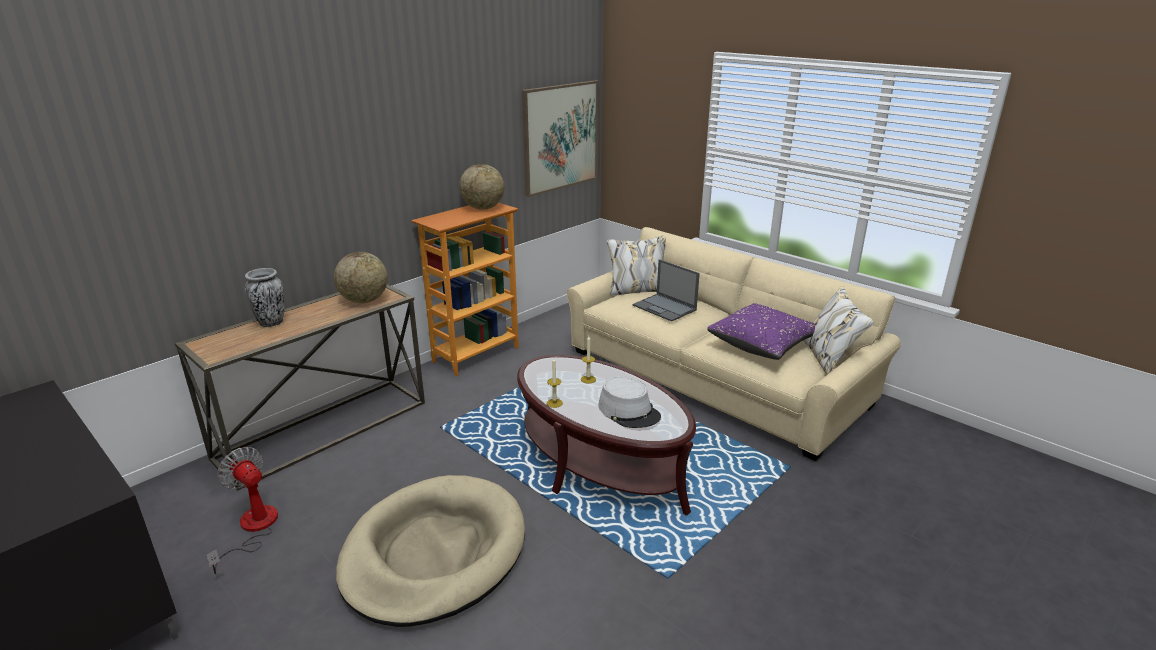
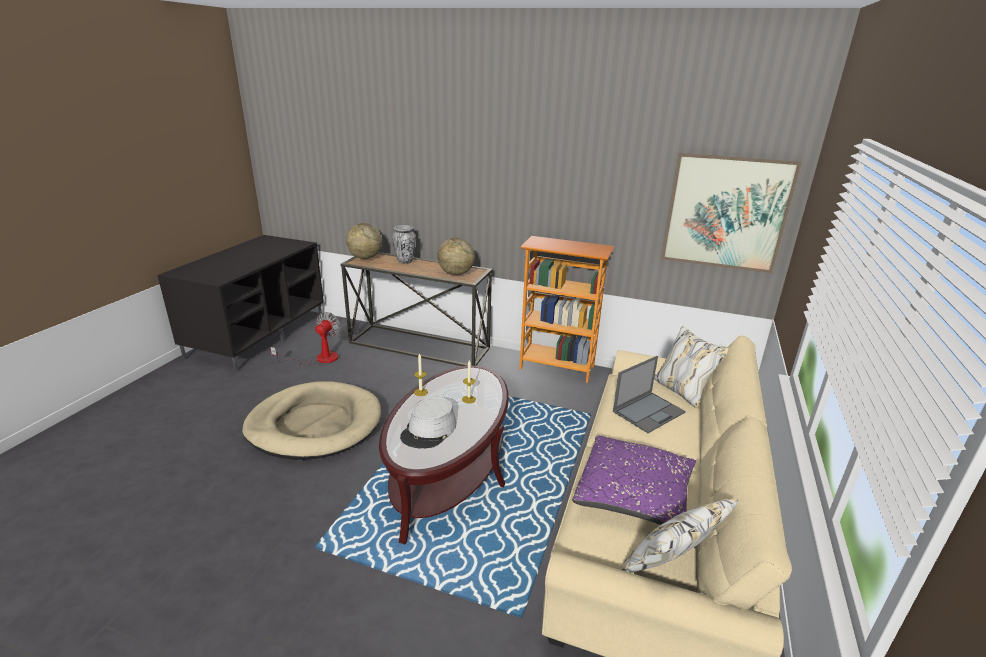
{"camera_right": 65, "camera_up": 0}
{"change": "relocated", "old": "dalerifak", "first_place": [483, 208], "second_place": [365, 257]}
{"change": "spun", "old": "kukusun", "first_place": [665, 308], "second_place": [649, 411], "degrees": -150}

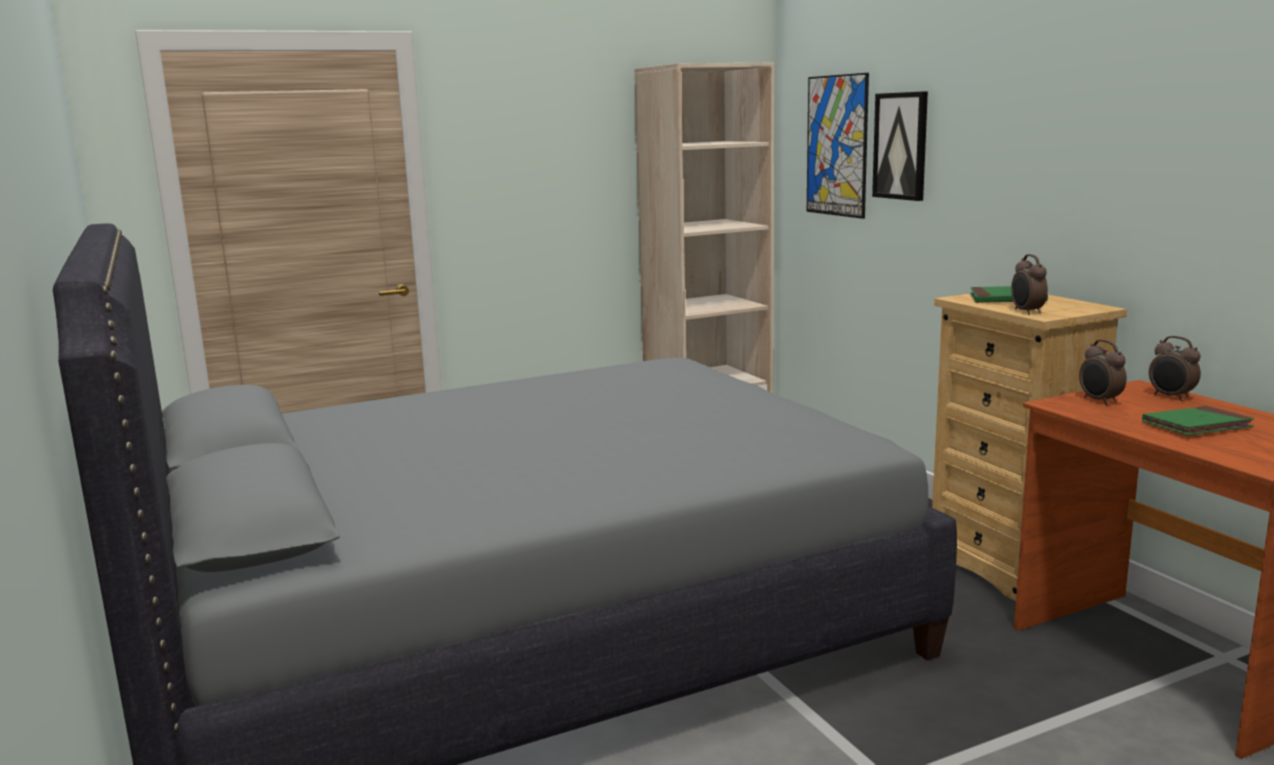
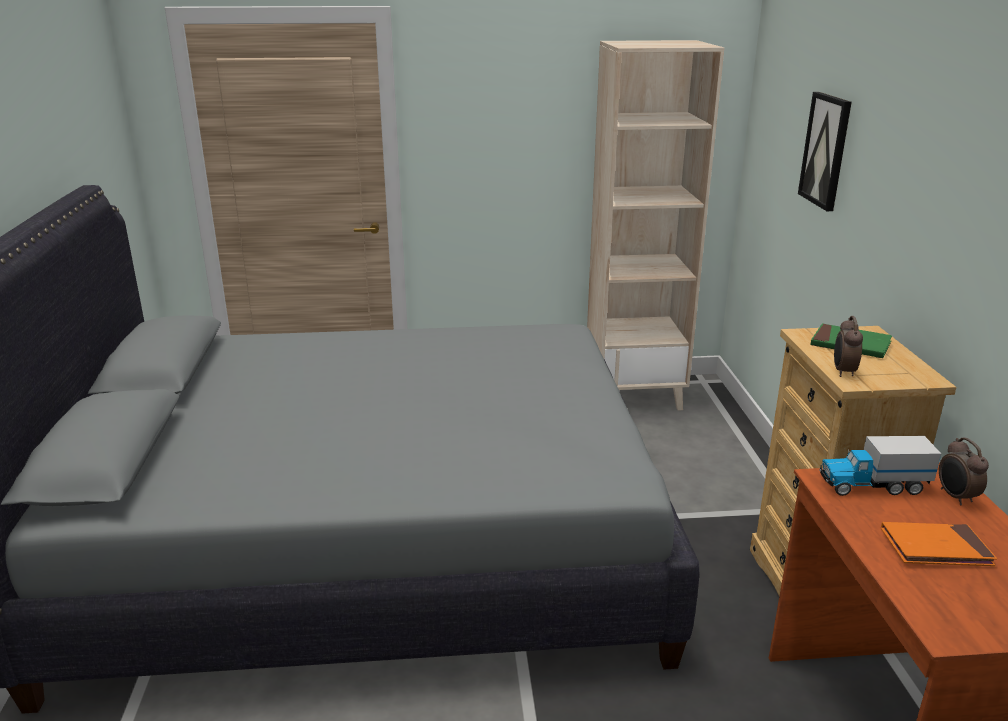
{"camera_right": 20, "camera_up": 10}
{"change": "missing", "old": "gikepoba", "first_place": [837, 146]}
{"change": "exchanged", "old": "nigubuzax", "new": "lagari", "first_place": [1099, 401], "second_place": [872, 485]}
{"change": "colour", "old": "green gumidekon", "new": "orange gumidekon", "first_place": [1196, 426], "second_place": [935, 548]}

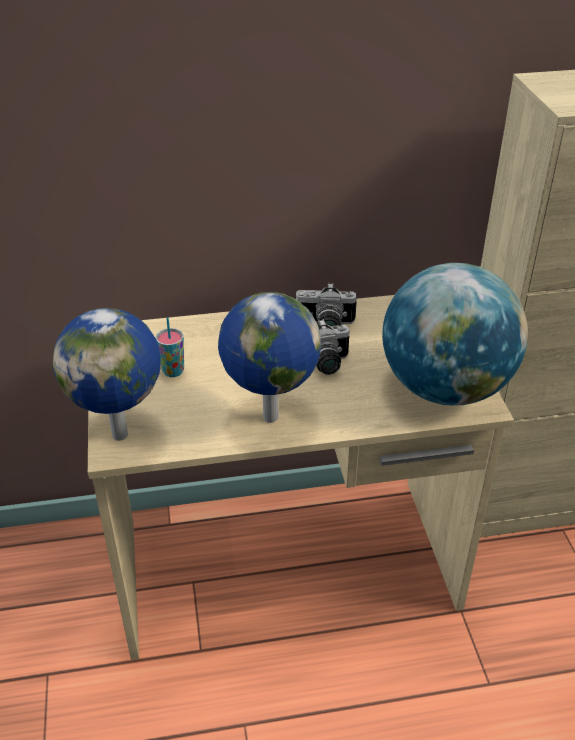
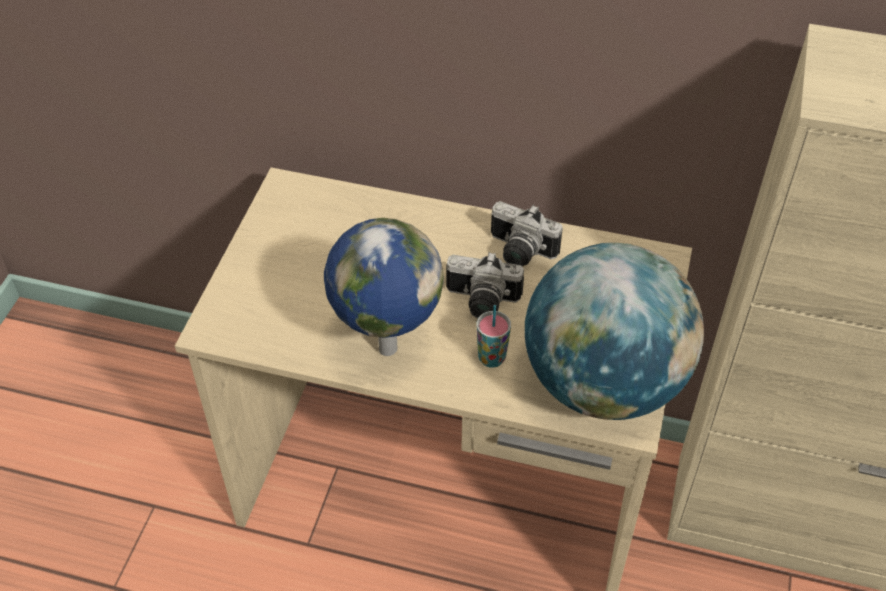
{"camera_right": 25, "camera_up": 10}
{"change": "missing", "old": "dalerifak", "first_place": [122, 434]}
{"change": "relocated", "old": "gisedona", "first_place": [173, 371], "second_place": [491, 358]}

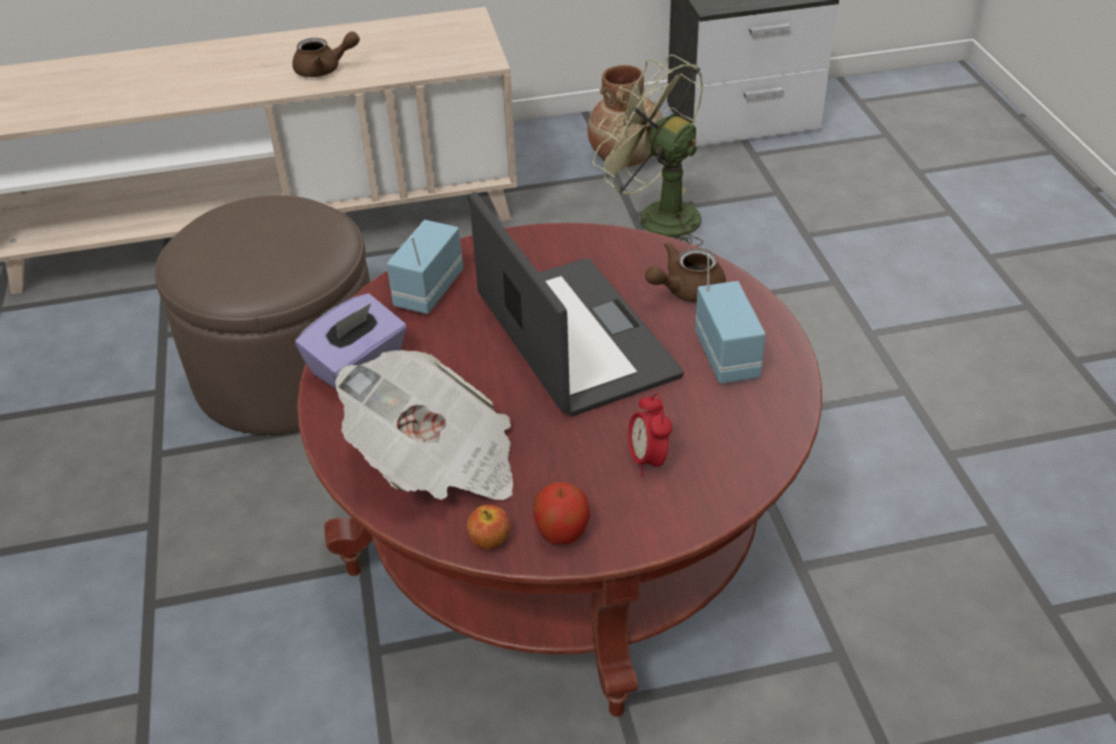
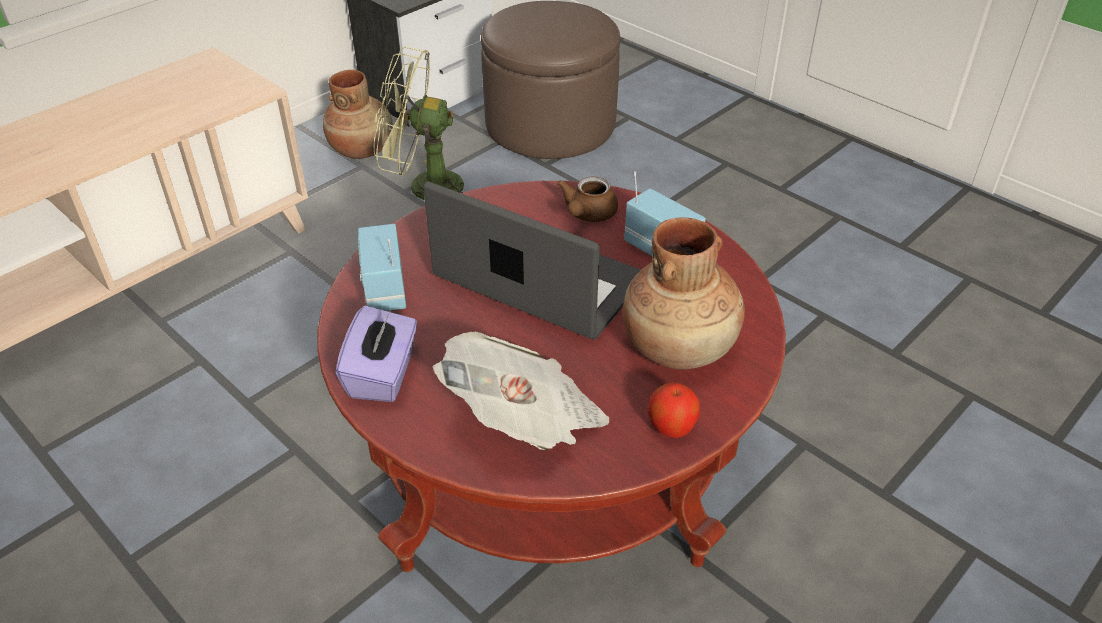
{"camera_right": -35, "camera_up": 0}
{"change": "missing", "old": "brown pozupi", "first_place": [324, 69]}
{"change": "relocated", "old": "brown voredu", "first_place": [288, 370], "second_place": [550, 124]}
{"change": "exchanged", "old": "nigubuzax", "new": "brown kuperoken", "first_place": [648, 460], "second_place": [679, 347]}
{"change": "missing", "old": "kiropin", "first_place": [489, 540]}

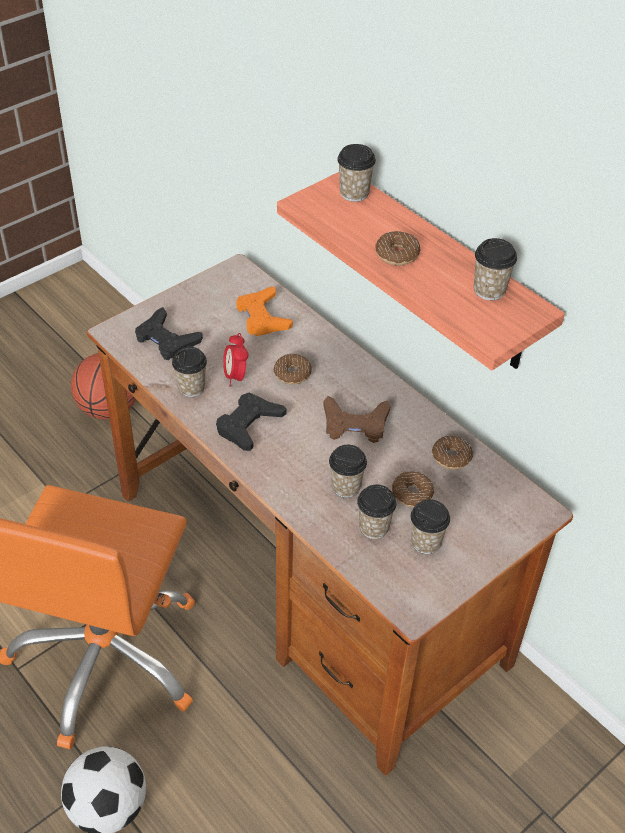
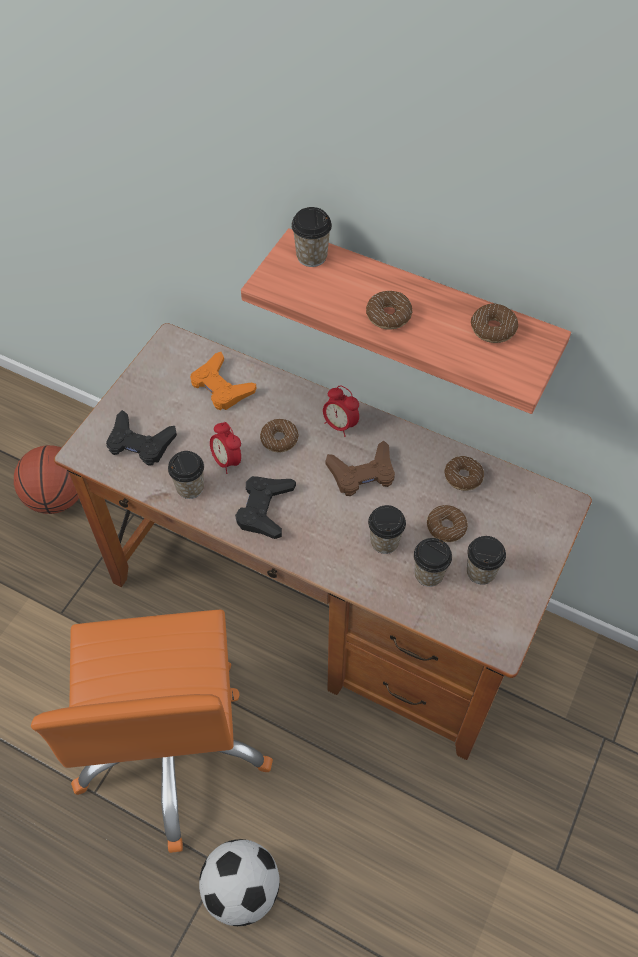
{"camera_right": -20, "camera_up": 10}
{"change": "exchanged", "old": "gisedona", "new": "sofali", "first_place": [489, 290], "second_place": [493, 329]}
{"change": "appeared", "new": "nigubuzax", "second_place": [340, 425]}

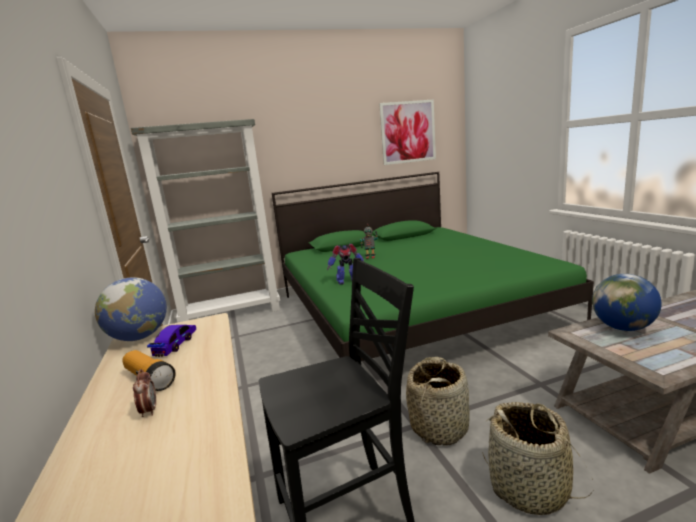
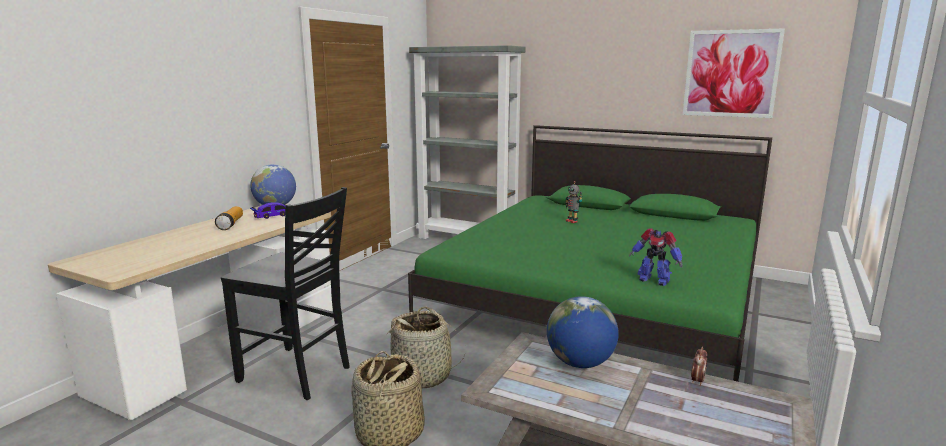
{"camera_right": 45, "camera_up": 0}
{"change": "relocated", "old": "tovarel", "first_place": [347, 281], "second_place": [653, 280]}
{"change": "relocated", "old": "nigubuzax", "first_place": [149, 411], "second_place": [697, 381]}

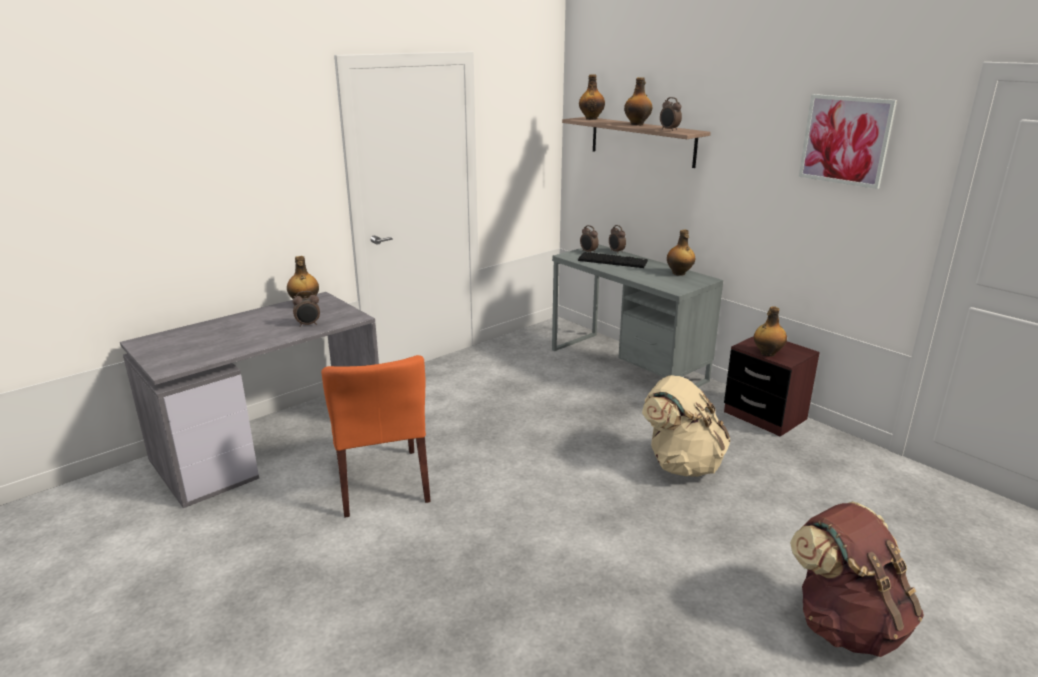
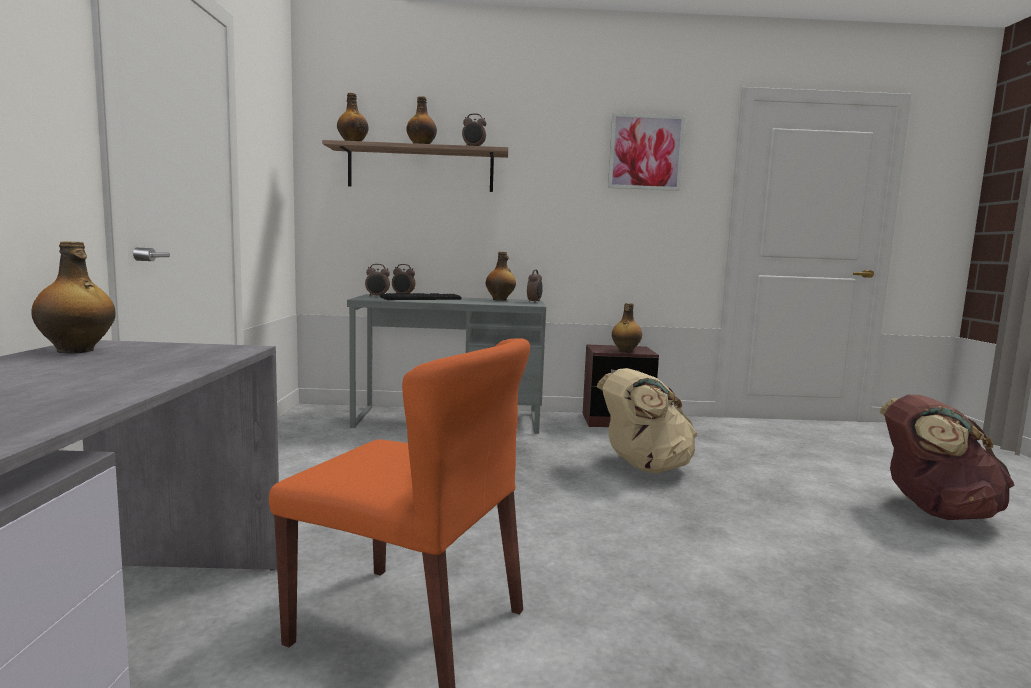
{"camera_right": -50, "camera_up": -15}
{"change": "relocated", "old": "nigubuzax", "first_place": [308, 325], "second_place": [534, 302]}

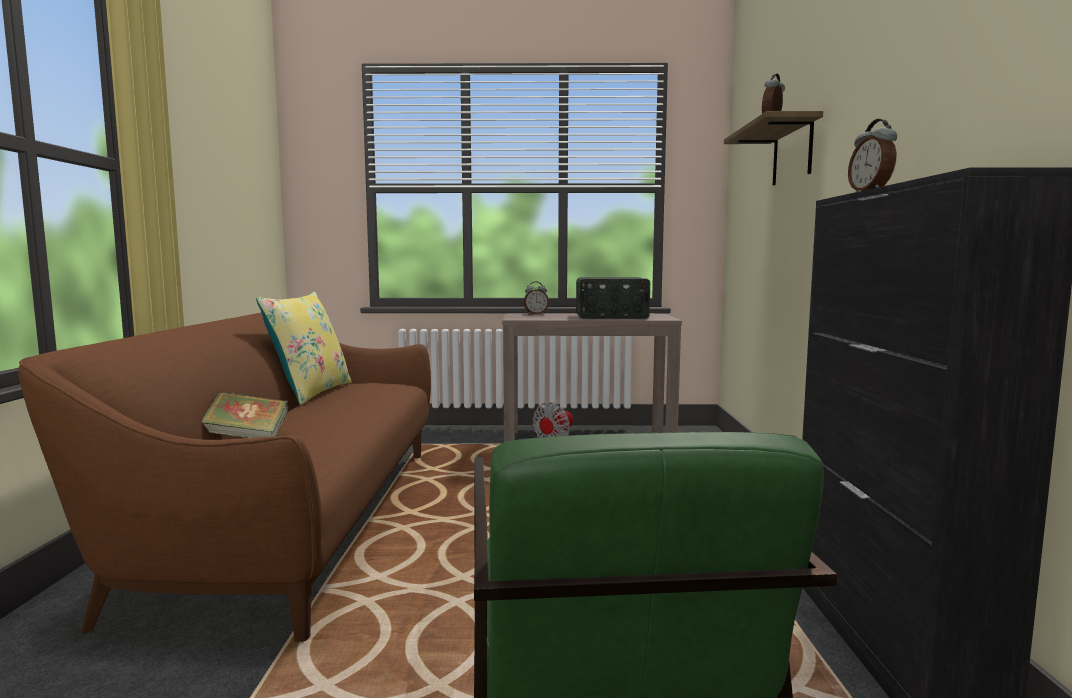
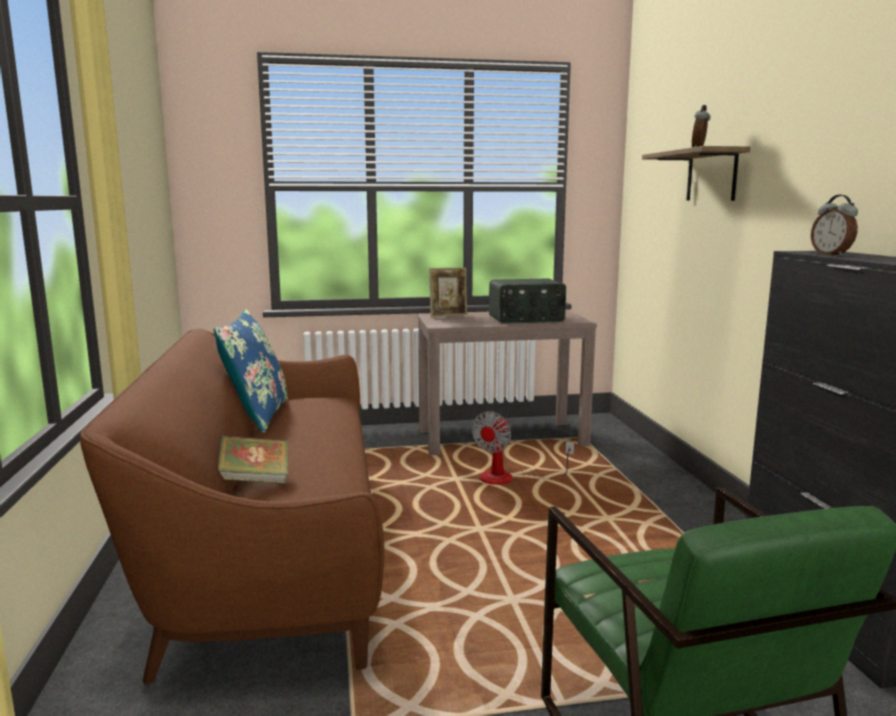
{"camera_right": -10, "camera_up": 5}
{"change": "exchanged", "old": "nigubuzax", "new": "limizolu", "first_place": [535, 314], "second_place": [448, 316]}
{"change": "colour", "old": "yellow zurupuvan", "new": "blue zurupuvan", "first_place": [310, 393], "second_place": [257, 415]}

